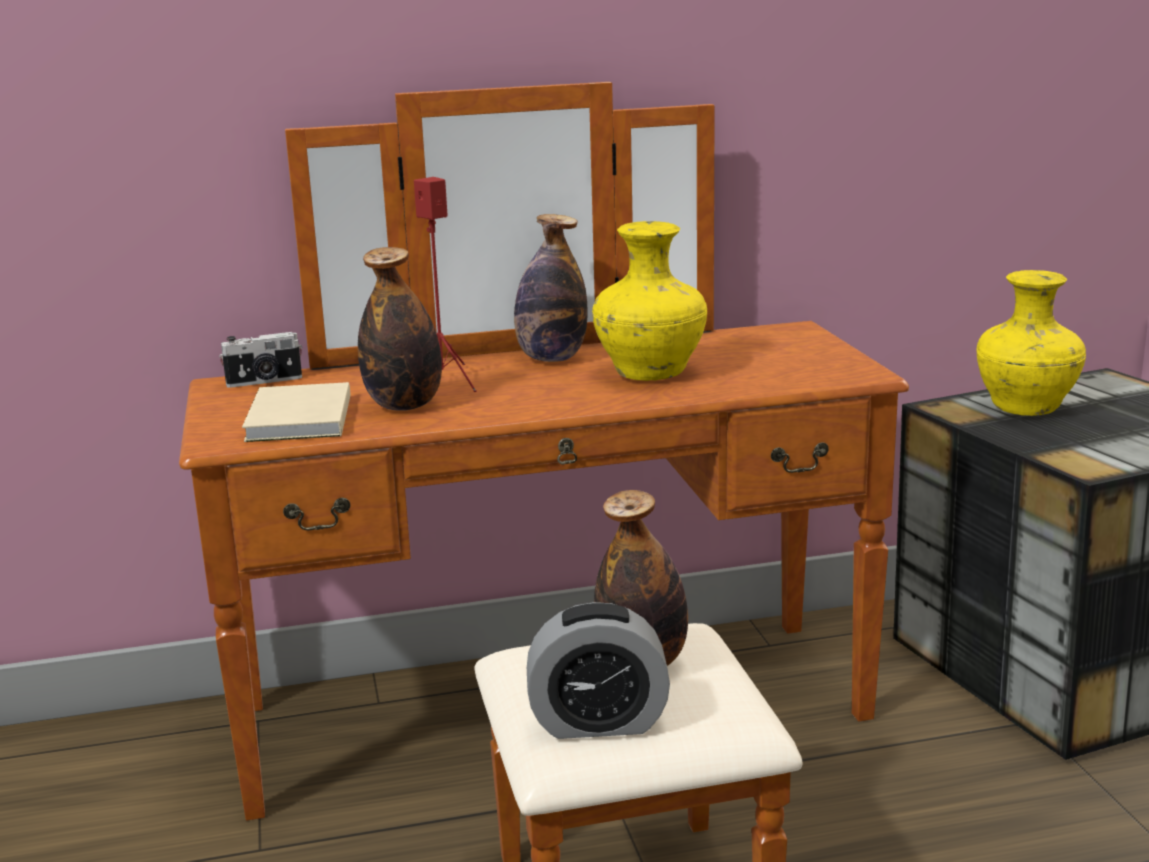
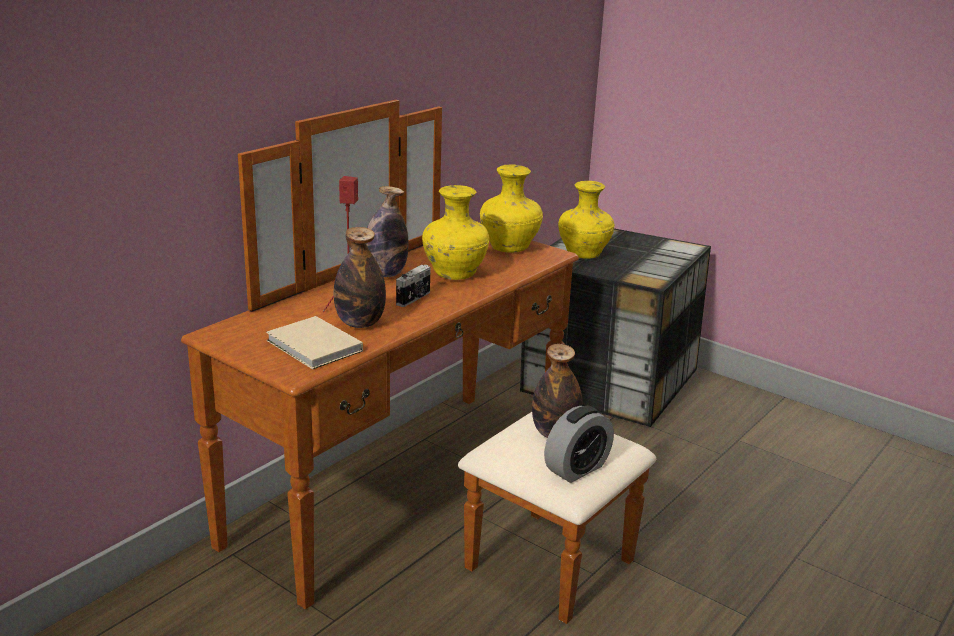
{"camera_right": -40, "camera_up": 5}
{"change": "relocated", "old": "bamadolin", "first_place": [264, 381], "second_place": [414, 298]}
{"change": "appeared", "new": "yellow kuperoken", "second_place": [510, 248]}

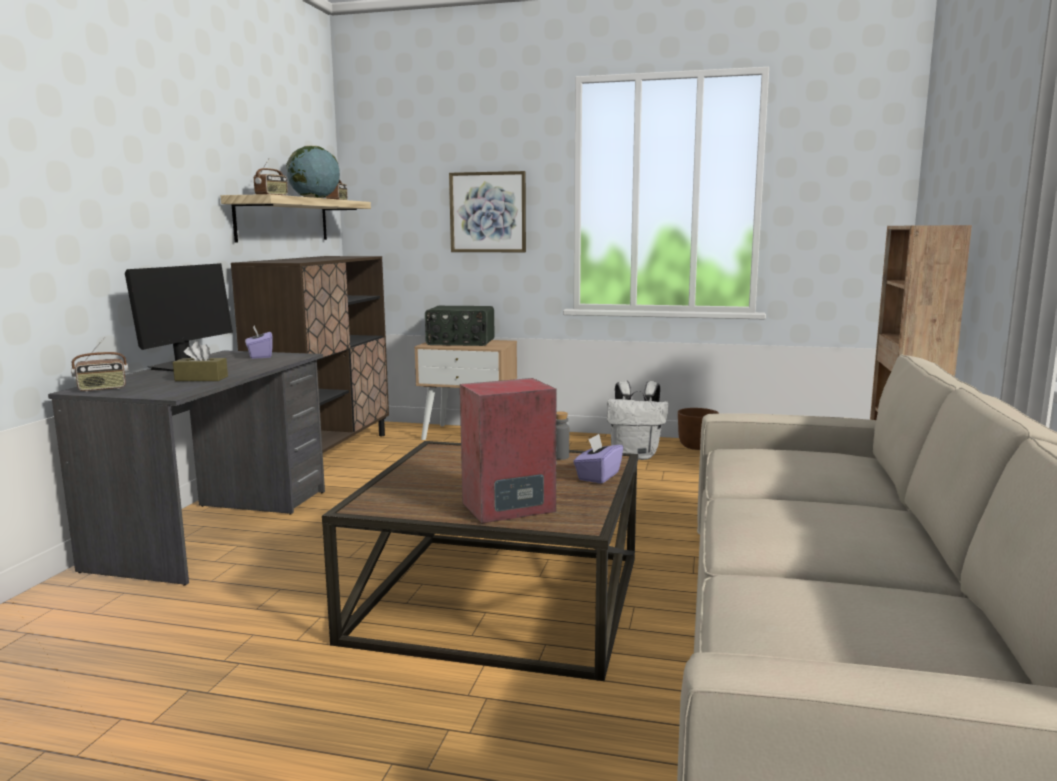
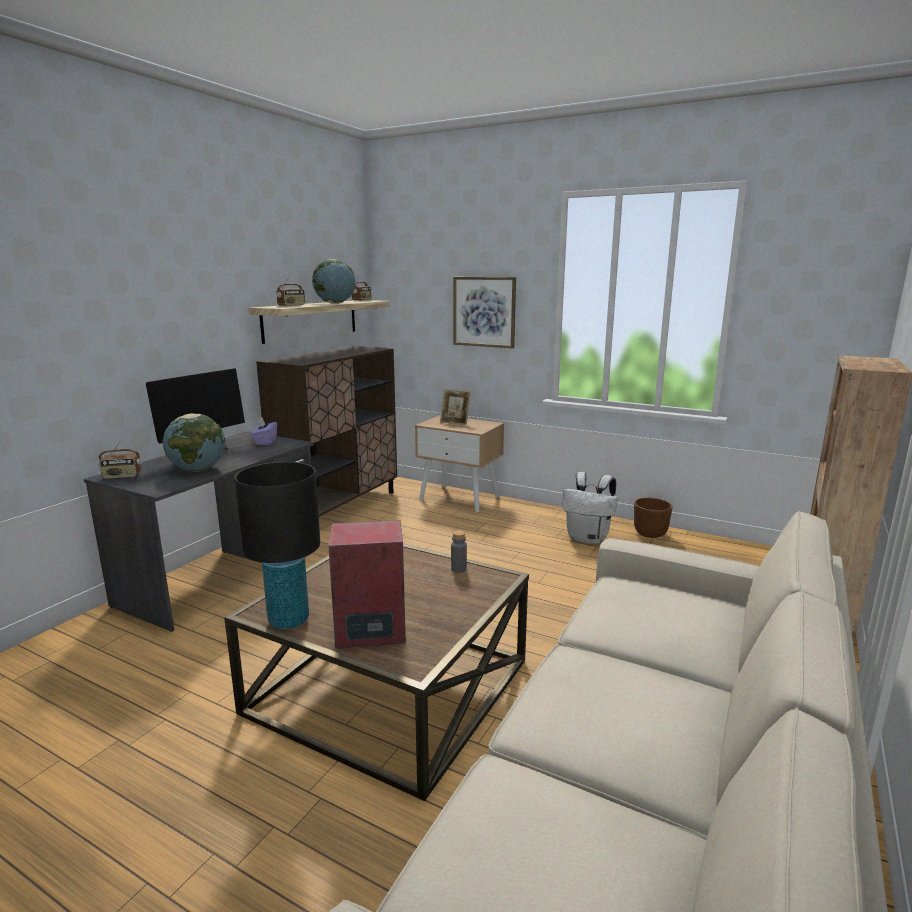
{"camera_right": 15, "camera_up": 5}
{"change": "exchanged", "old": "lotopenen", "new": "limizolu", "first_place": [460, 342], "second_place": [455, 422]}
{"change": "exchanged", "old": "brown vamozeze", "new": "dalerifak", "first_place": [201, 379], "second_place": [198, 469]}
{"change": "missing", "old": "purple vamozeze", "first_place": [598, 476]}
{"change": "appeared", "new": "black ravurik", "second_place": [288, 620]}

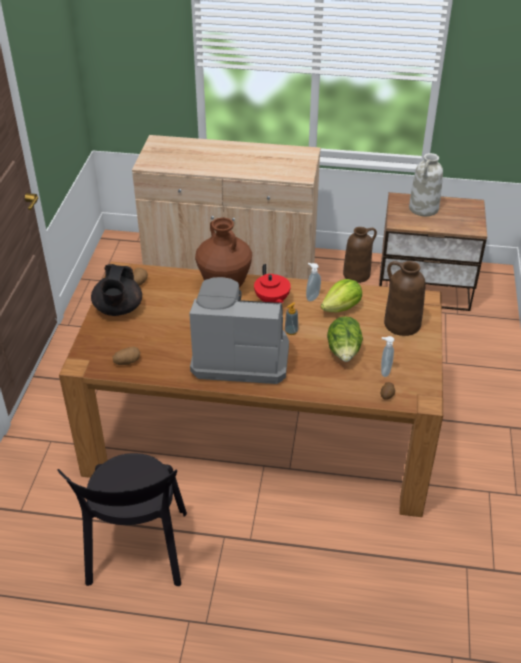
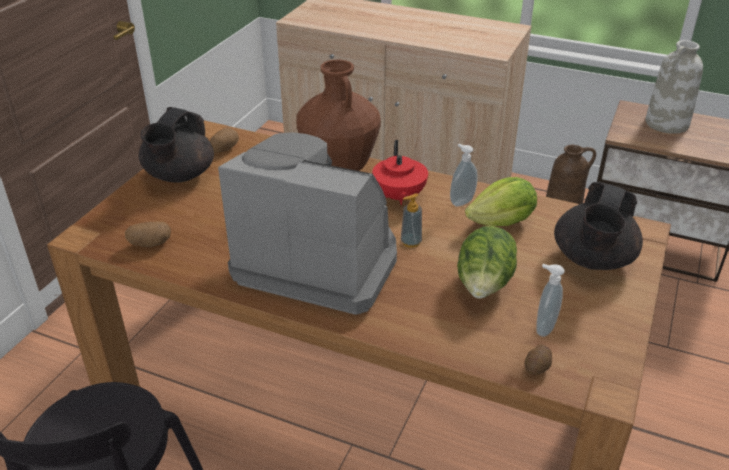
{"camera_right": 15, "camera_up": -5}
{"change": "exchanged", "old": "brown kuperoken", "new": "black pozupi", "first_place": [401, 324], "second_place": [592, 260]}

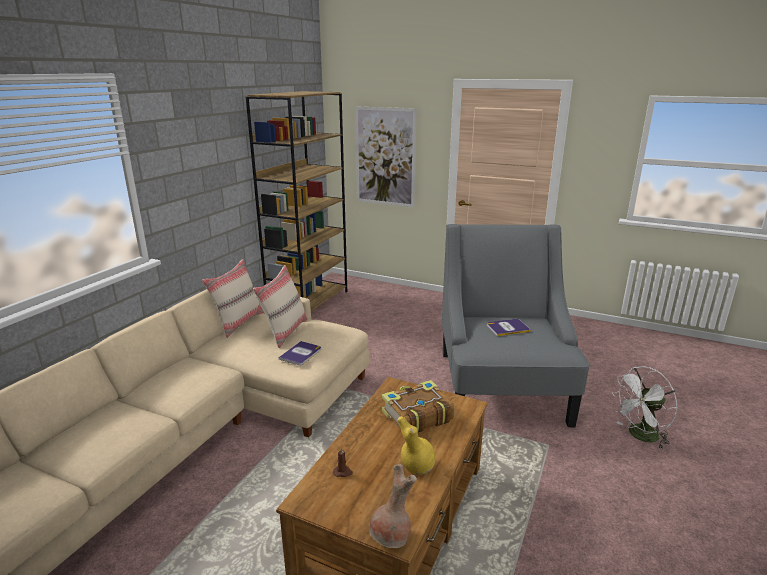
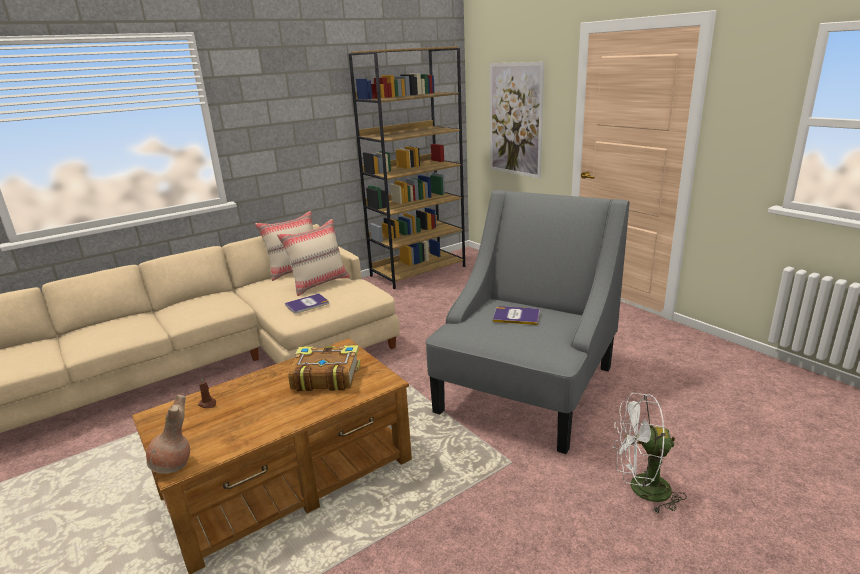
{"camera_right": 30, "camera_up": 0}
{"change": "missing", "old": "yellow kuperoken", "first_place": [415, 466]}

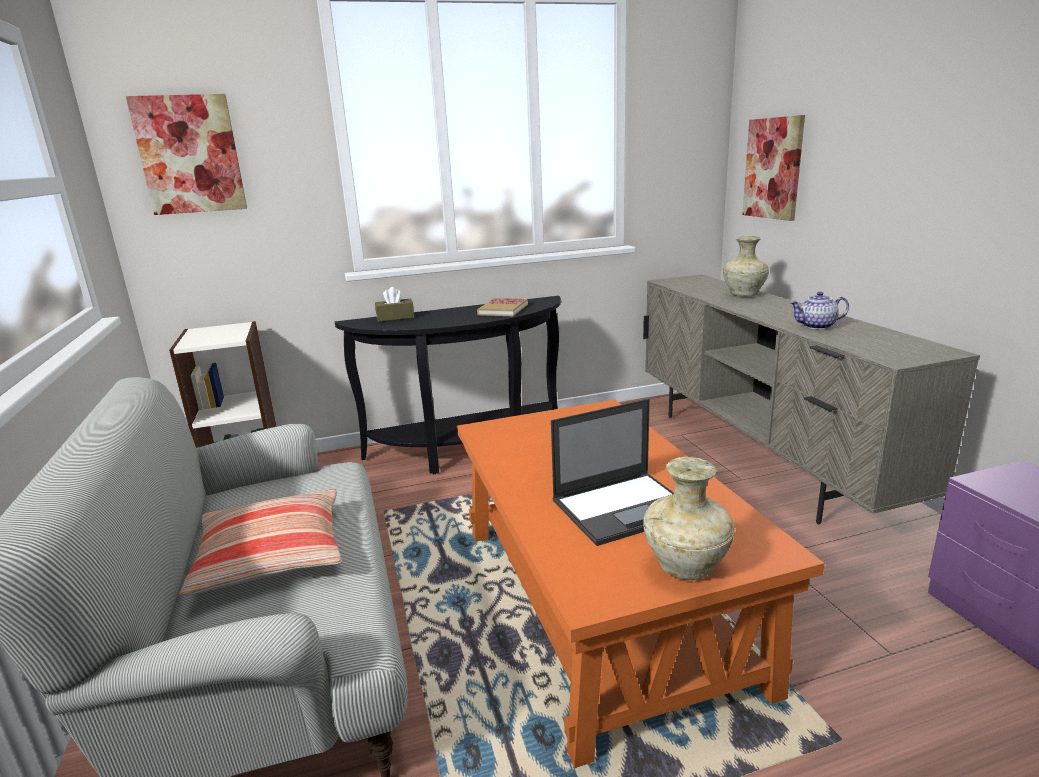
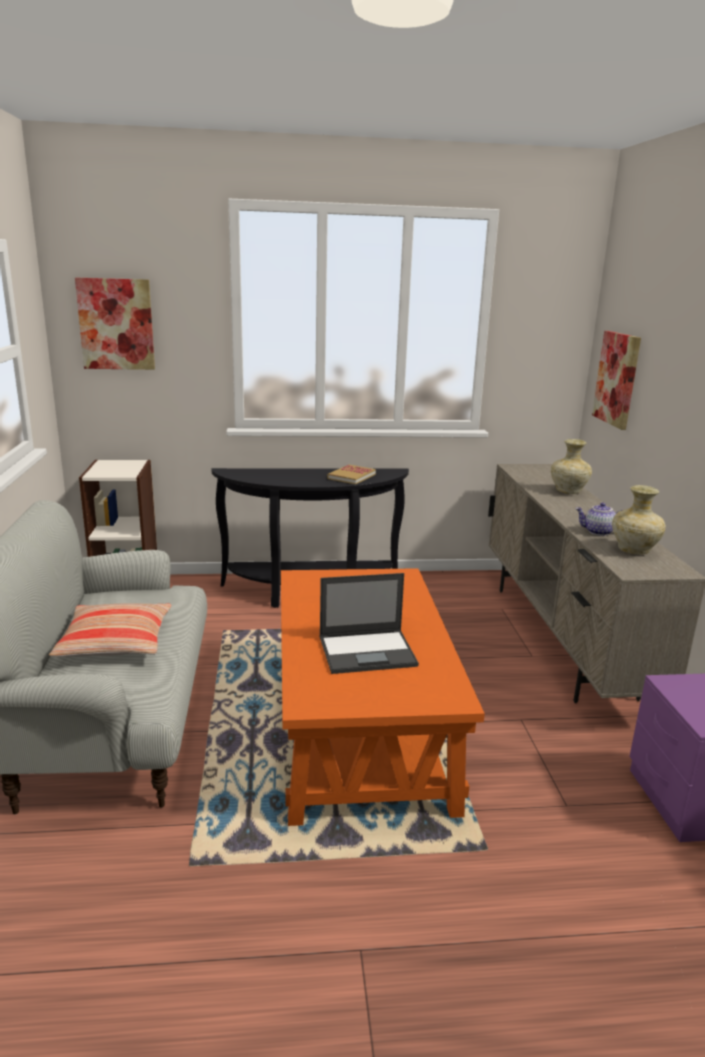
{"camera_right": 10, "camera_up": 0}
{"change": "missing", "old": "brown vamozeze", "first_place": [395, 317]}
{"change": "relocated", "old": "beige kuperoken", "first_place": [684, 566], "second_place": [632, 550]}

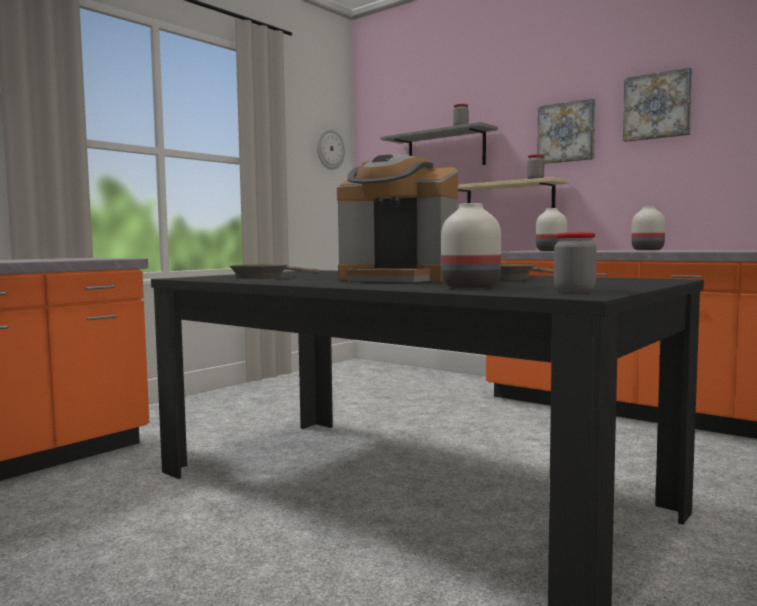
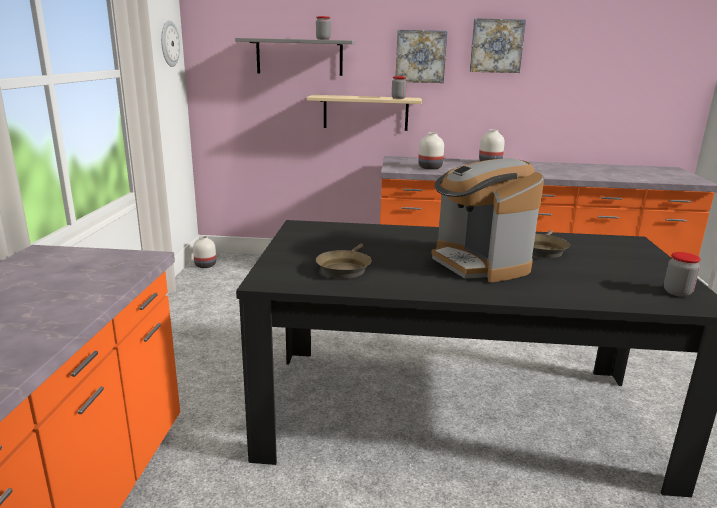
{"camera_right": -35, "camera_up": 15}
{"change": "spun", "old": "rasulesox", "first_place": [398, 279], "second_place": [479, 263], "degrees": 75}
{"change": "relocated", "old": "white kuperoken", "first_place": [469, 287], "second_place": [205, 265]}

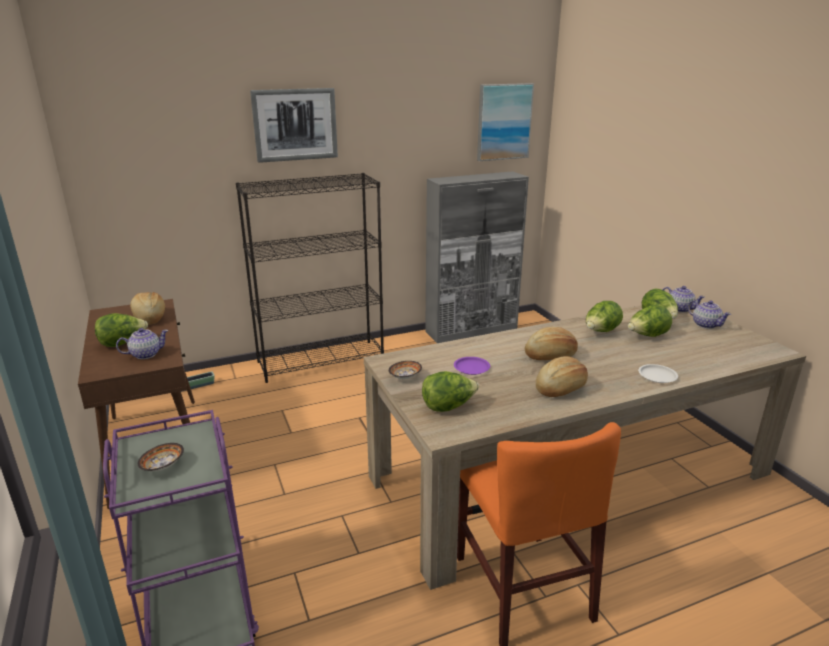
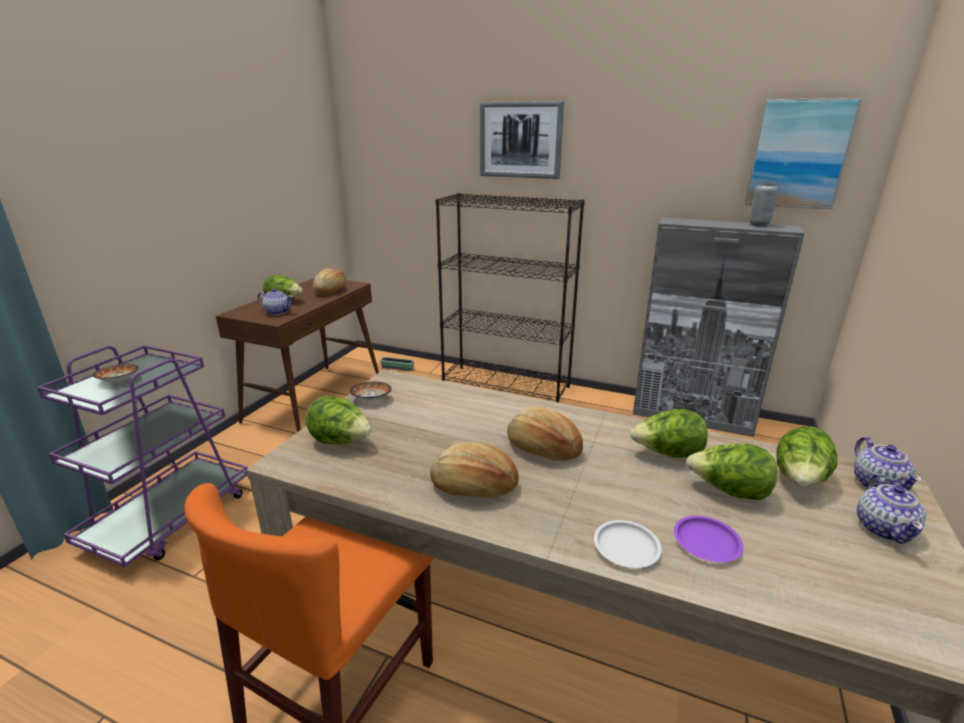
{"camera_right": 45, "camera_up": 0}
{"change": "relocated", "old": "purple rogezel", "first_place": [471, 368], "second_place": [706, 542]}
{"change": "appeared", "new": "grey kuperoken", "second_place": [758, 225]}

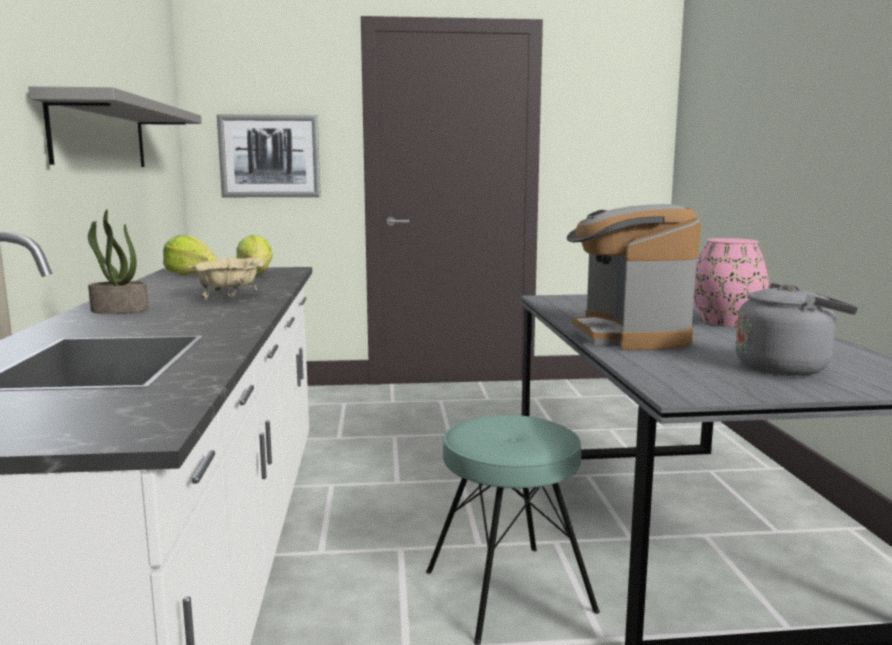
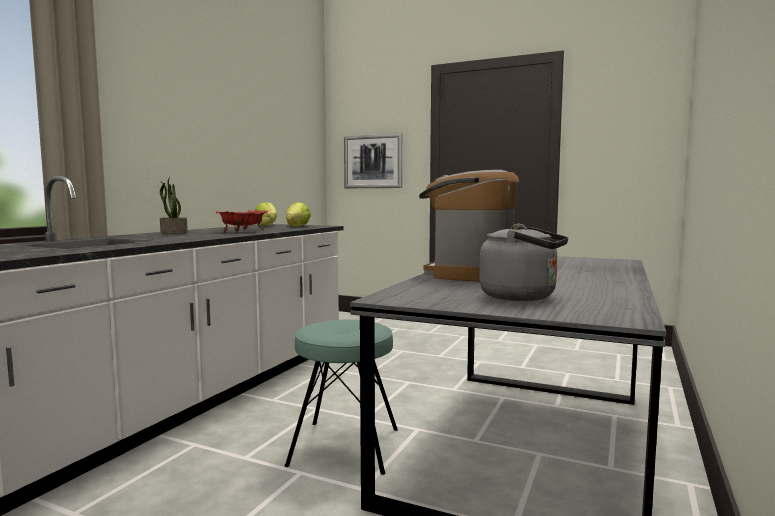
{"camera_right": 30, "camera_up": -5}
{"change": "missing", "old": "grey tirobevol", "first_place": [100, 134]}
{"change": "missing", "old": "pink kuperoken", "first_place": [726, 322]}
{"change": "colour", "old": "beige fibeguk", "new": "red fibeguk", "first_place": [230, 296], "second_place": [242, 231]}

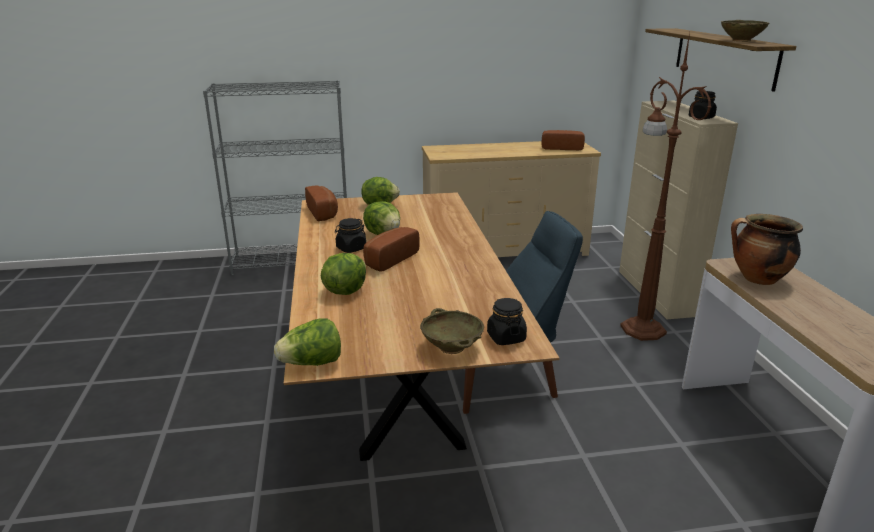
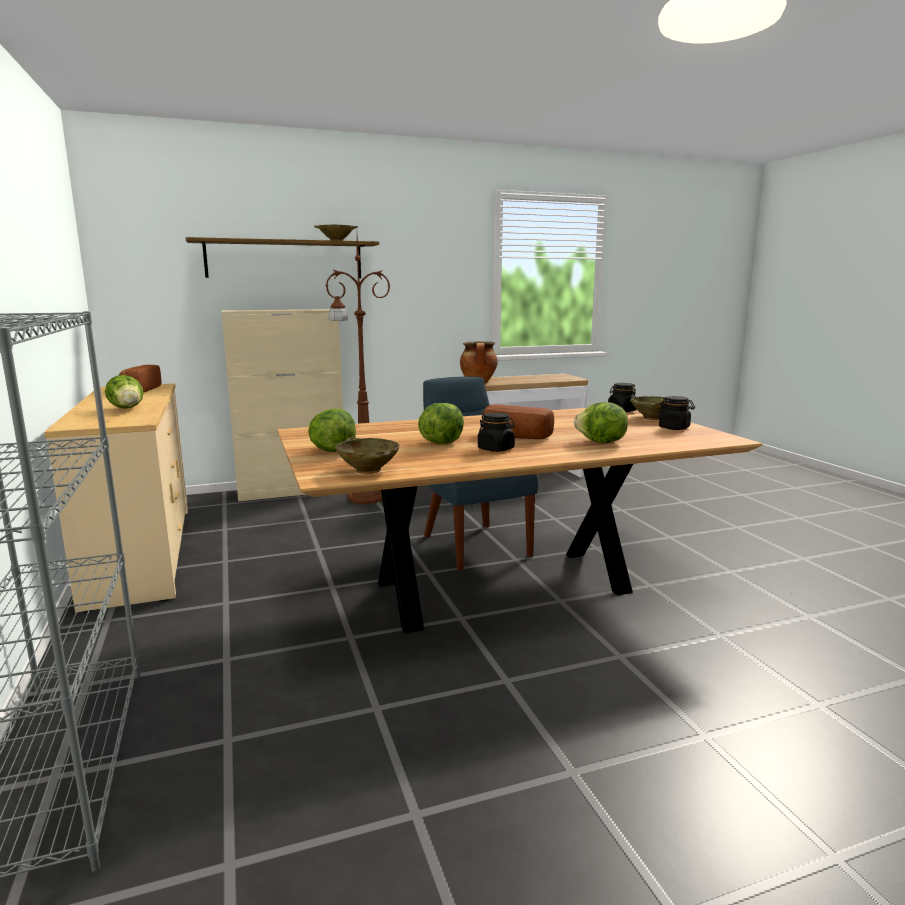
{"camera_right": -100, "camera_up": -10}
{"change": "relocated", "old": "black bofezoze", "first_place": [701, 117], "second_place": [674, 428]}
{"change": "exchanged", "old": "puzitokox", "new": "beige fibeguk", "first_place": [324, 212], "second_place": [368, 470]}
{"change": "relocated", "old": "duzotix", "first_place": [312, 363], "second_place": [128, 409]}

